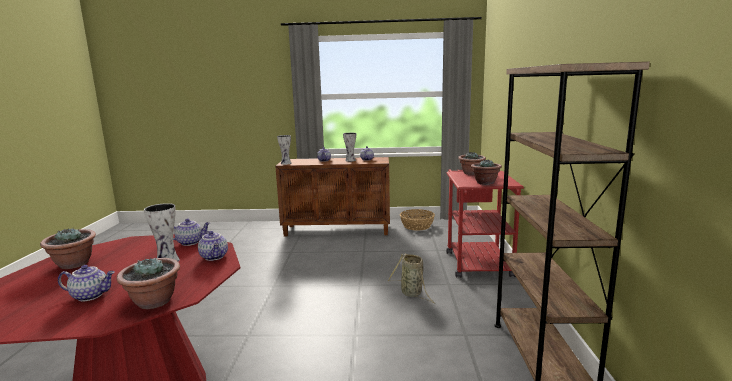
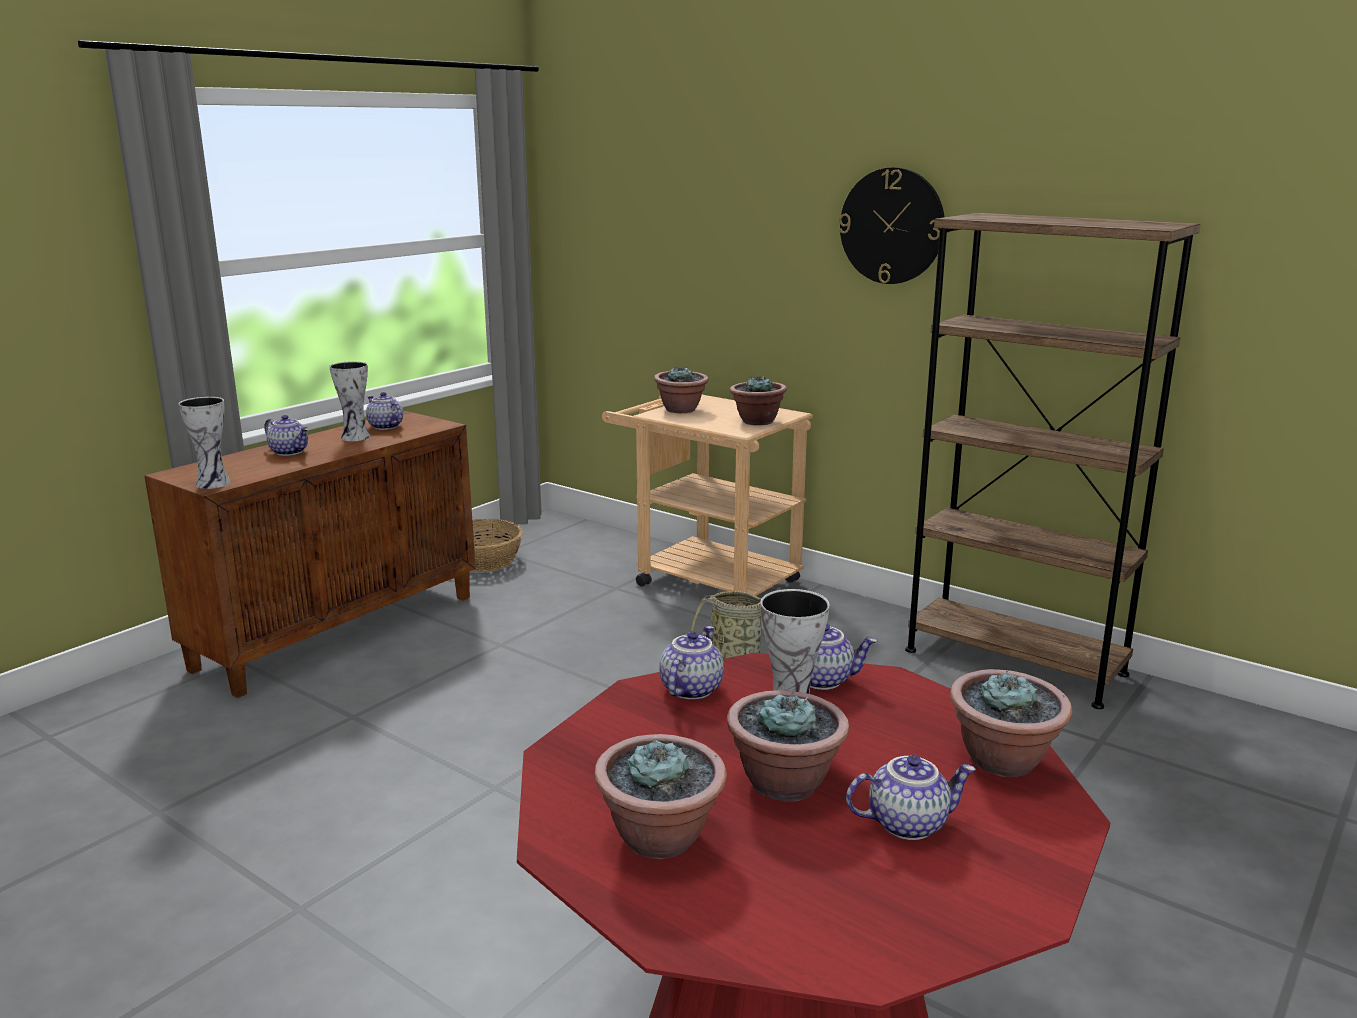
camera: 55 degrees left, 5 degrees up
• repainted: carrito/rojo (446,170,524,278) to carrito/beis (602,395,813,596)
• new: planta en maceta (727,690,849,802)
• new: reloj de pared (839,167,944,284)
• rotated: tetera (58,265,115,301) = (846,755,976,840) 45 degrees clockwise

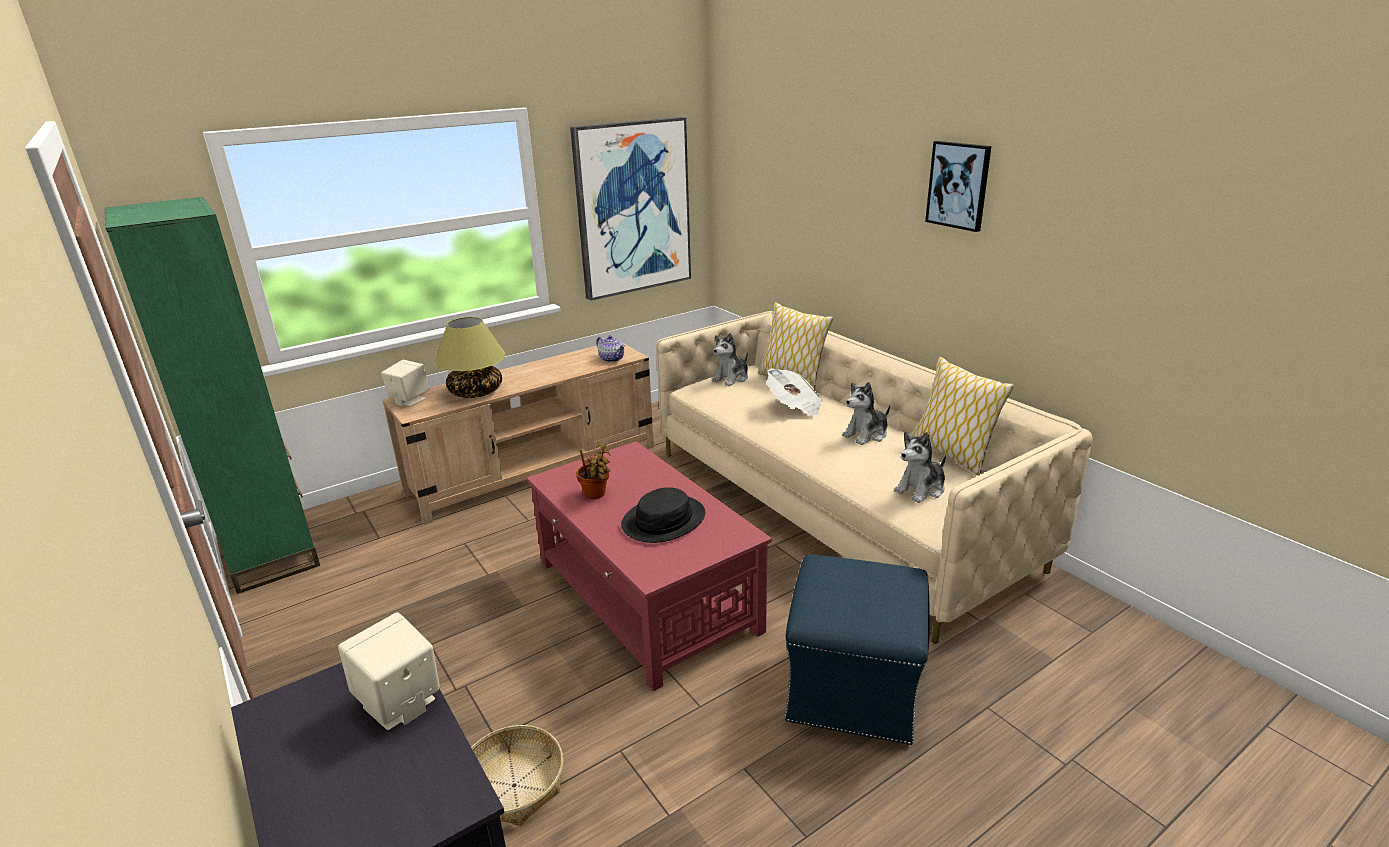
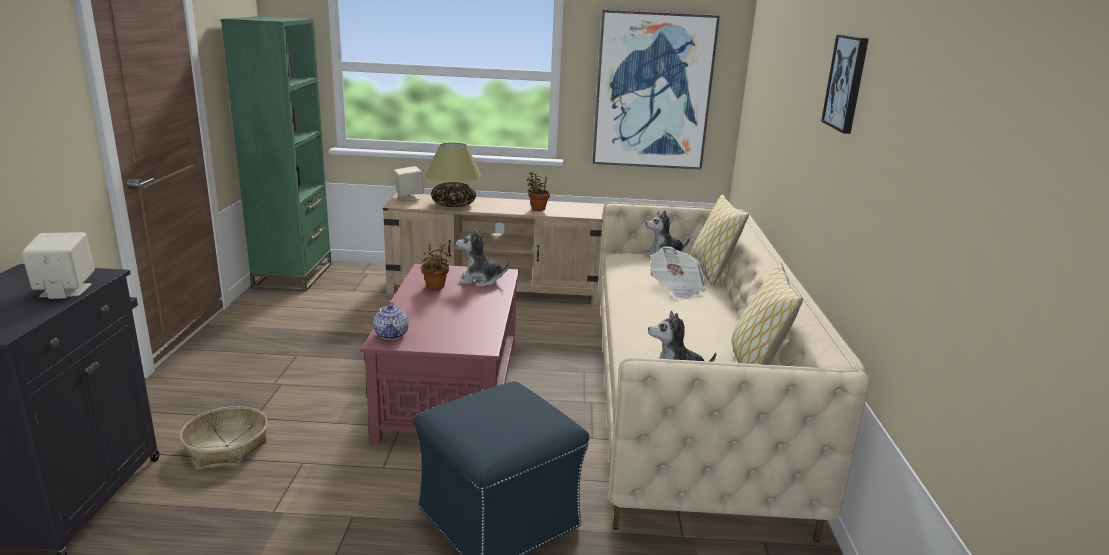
camera: 35 degrees right, 5 degrees down
• shifted: tetera (596,335,625,362) to (373,302,409,340)
• shifted: peluche (842,382,890,445) to (457,229,510,287)
• new: planta en maceta (527,171,550,211)
• gone: sombrero/negro (621,487,705,543)

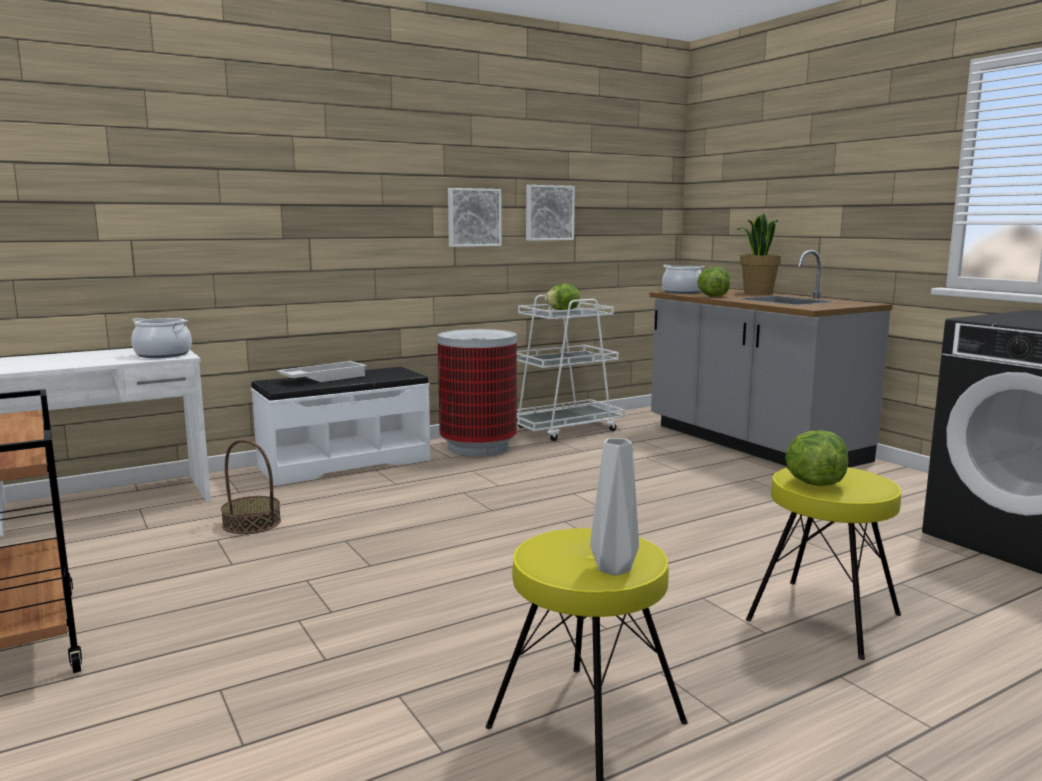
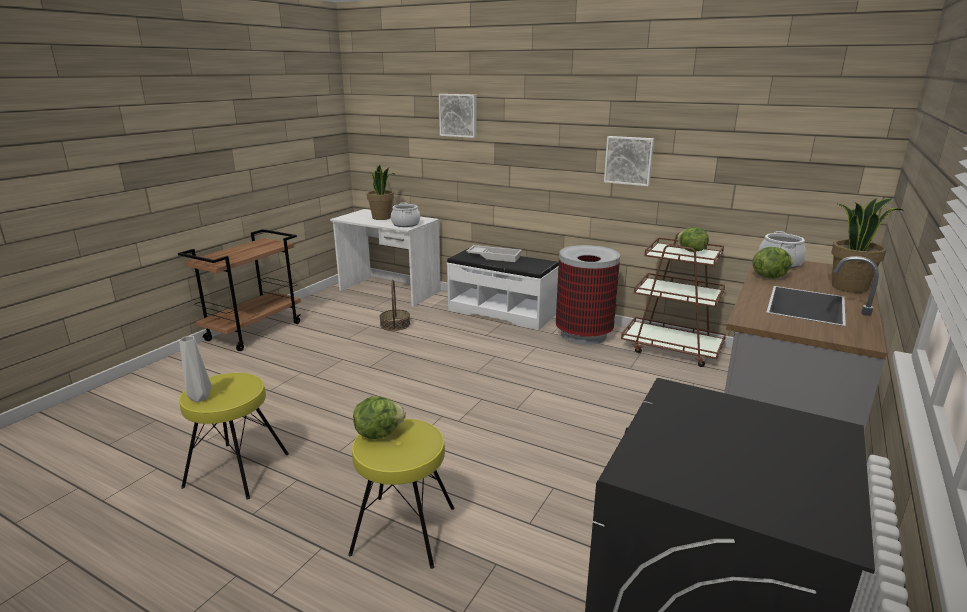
camera: 60 degrees right, 10 degrees up
• new: planta en maceta (367,165,396,220)
• shifted: cuadro (526,185,575,241) to (439,94,477,138)
• repainted: carrito/blanco (517,295,625,441) to carrito/marrón (621,232,726,367)

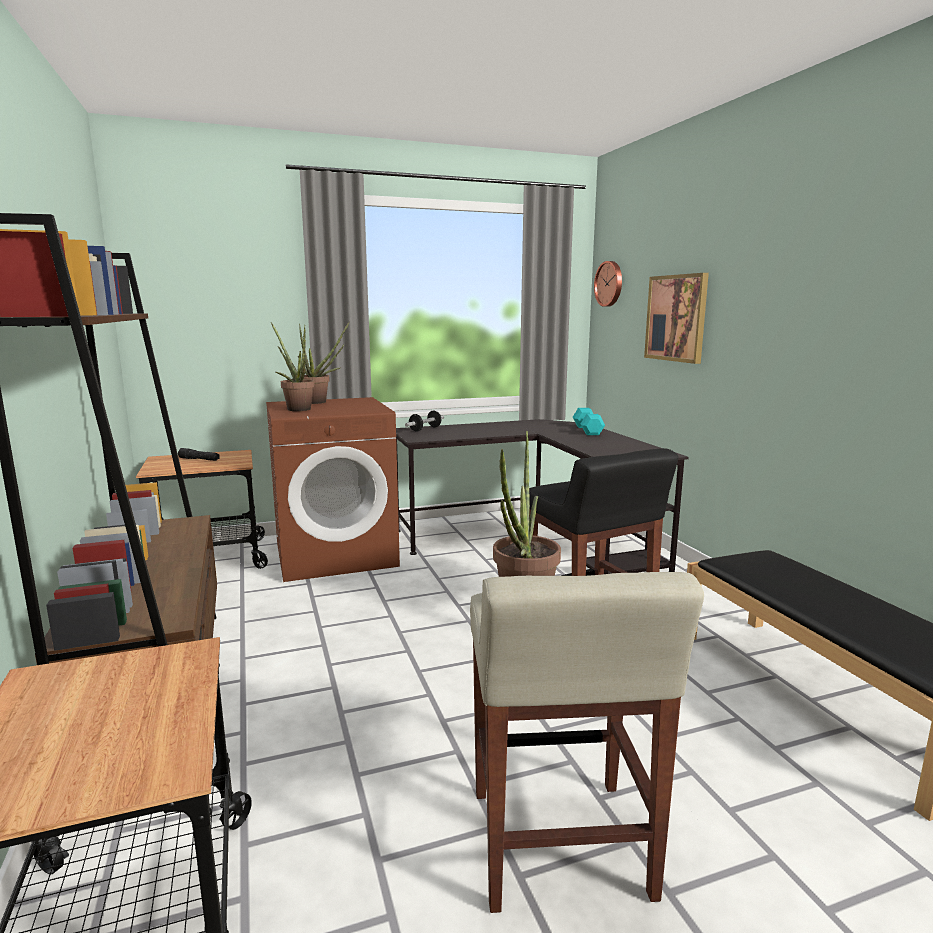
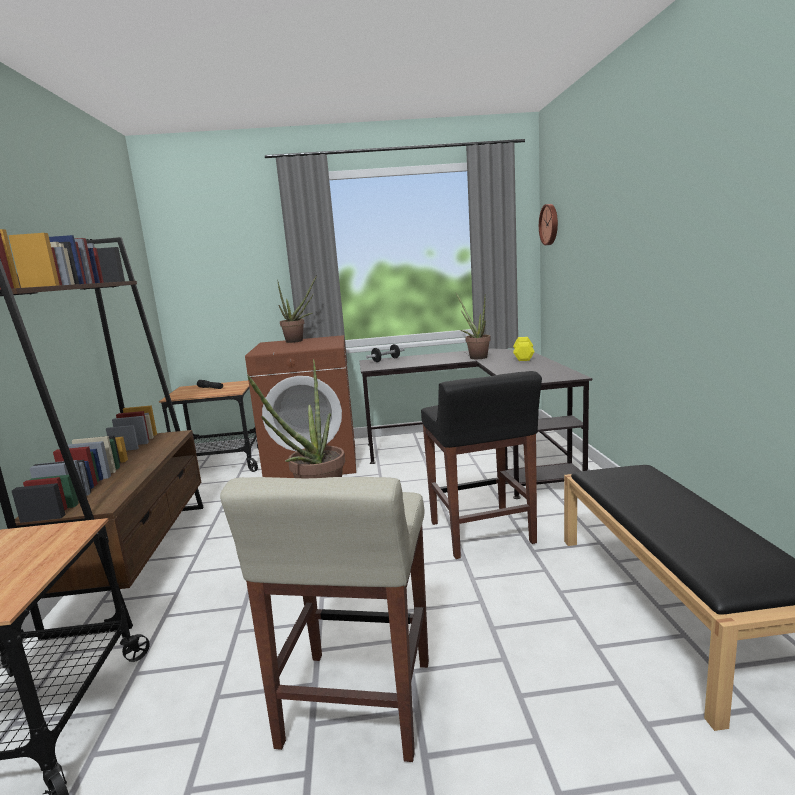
camera: 15 degrees right, 0 degrees up
• shifted: planta en maceta (271,323,315,411) to (456,293,491,359)
• repainted: mancuerna/turquesa (573,408,605,435) to mancuerna/amarillo (513,337,535,361)
• gone: cuadro (644,273,709,364)

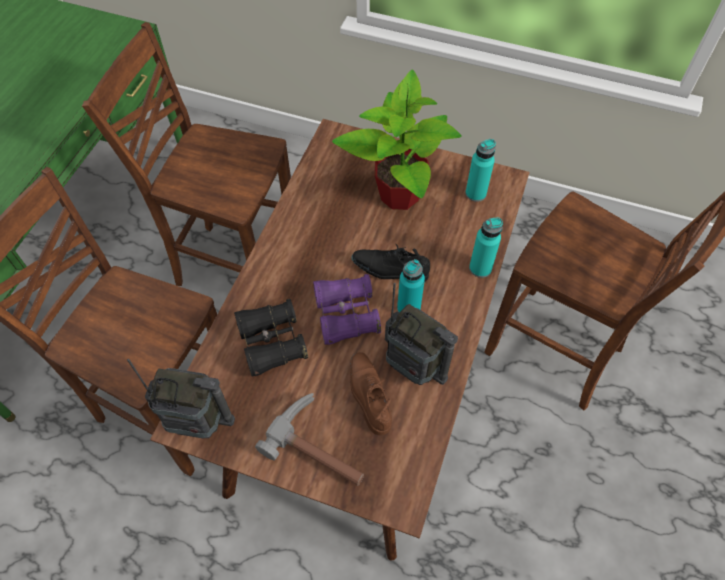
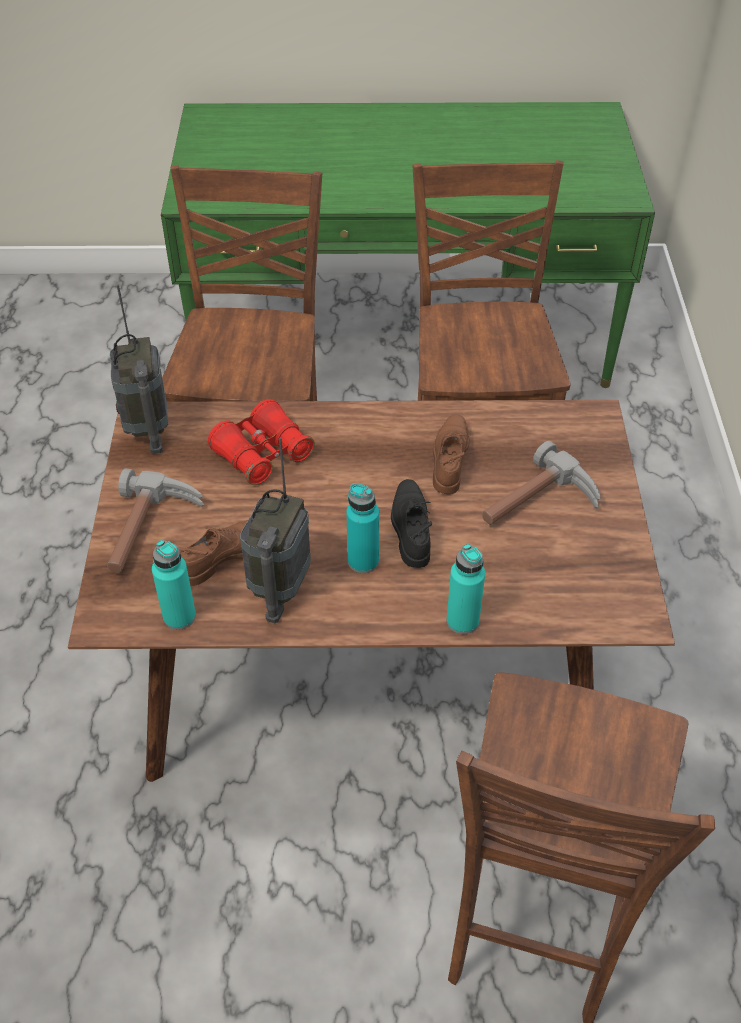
camera: 70 degrees right, 10 degrees down
• shifted: botella/turquesa (465,139,496,202) to (152,540,196,630)
• repainted: prismáticos/negro (234,299,308,376) to prismáticos/rojo (208,399,315,485)
• new: zapato/marrón (433,414,470,494)
• swapped: planta en maceta (332,69,462,210) to martillo (482,441,600,525)
• gone: prismáticos/morado (313,274,381,345)

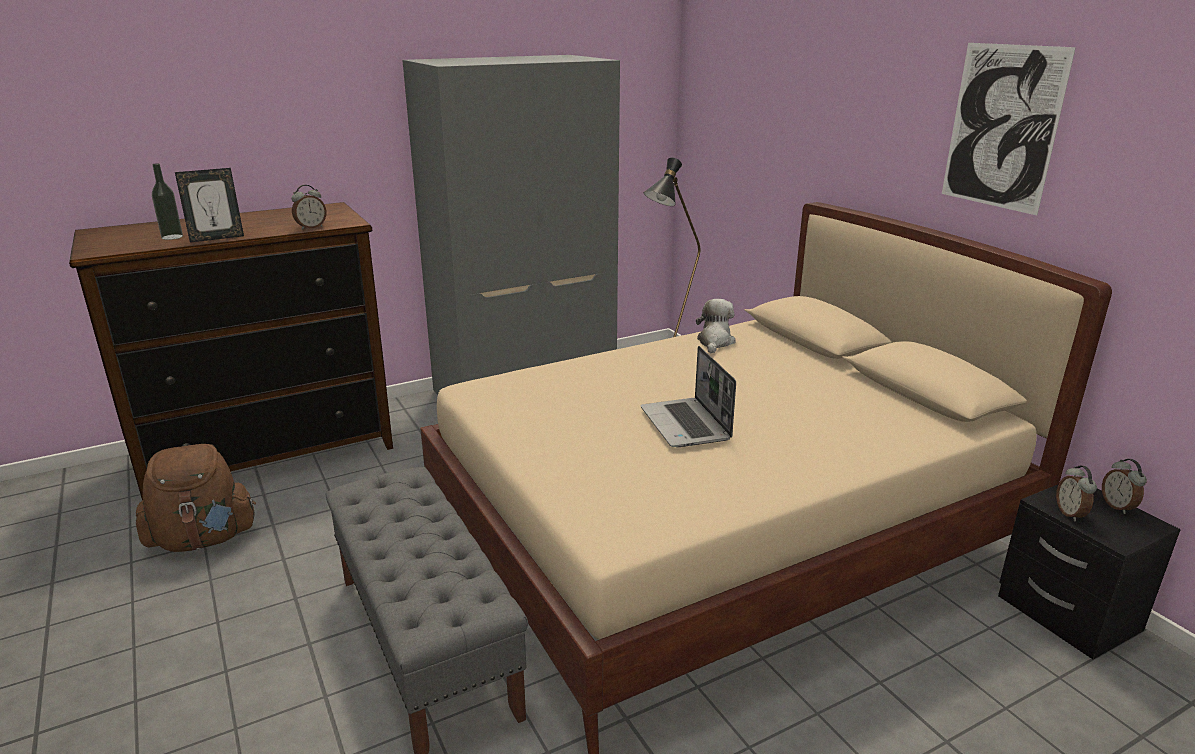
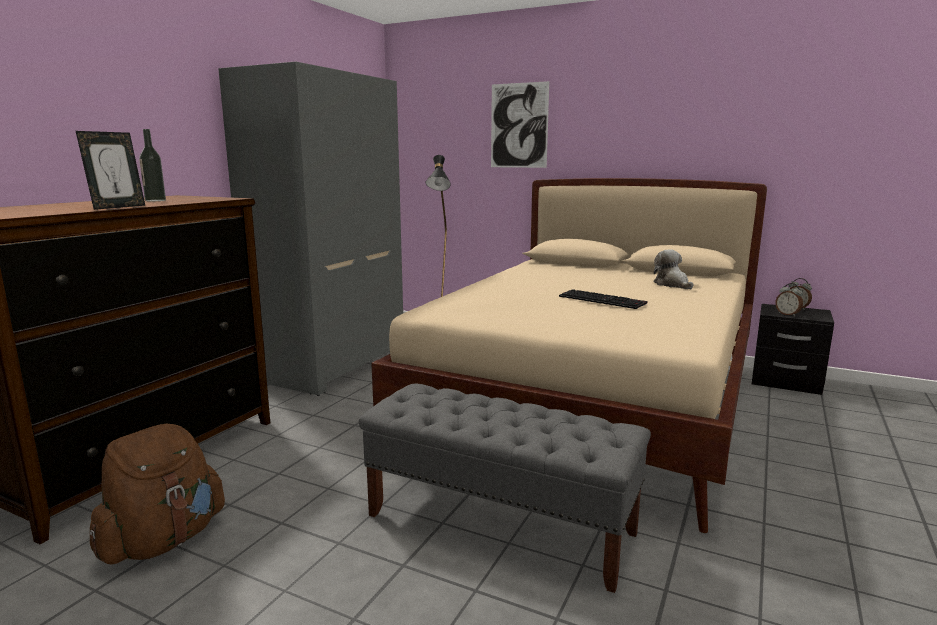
camera: 35 degrees left, 10 degrees down
• shifted: botella (152,163,183,240) to (139,129,166,201)
• shifted: cuadro (942,43,1076,215) to (491,81,549,168)
• swapped: portátil (640,346,736,447) to teclado (559,289,648,309)
• shifted: peluche (696,299,736,353) to (654,249,693,289)
• gone: despertador (292,185,327,230)

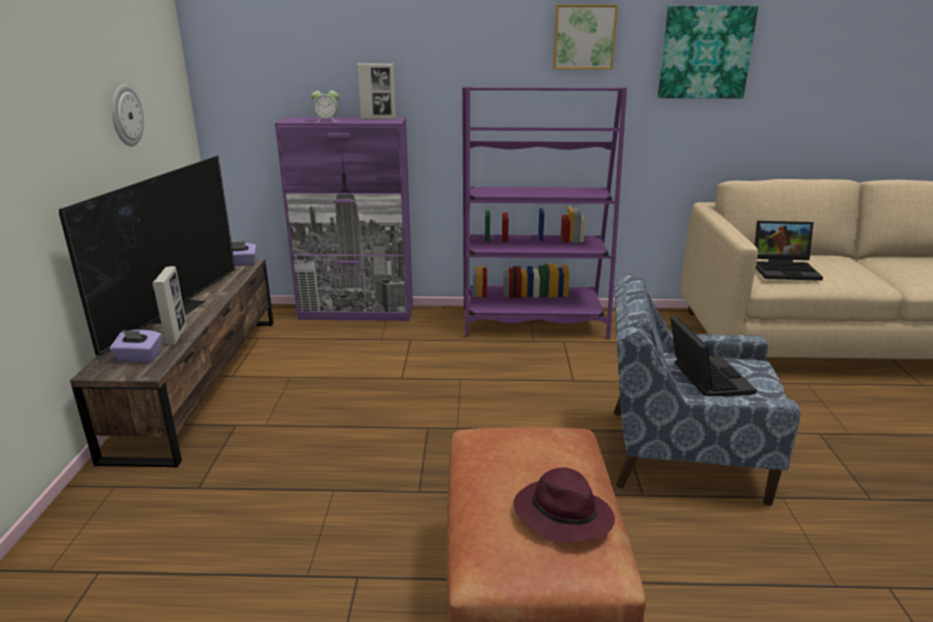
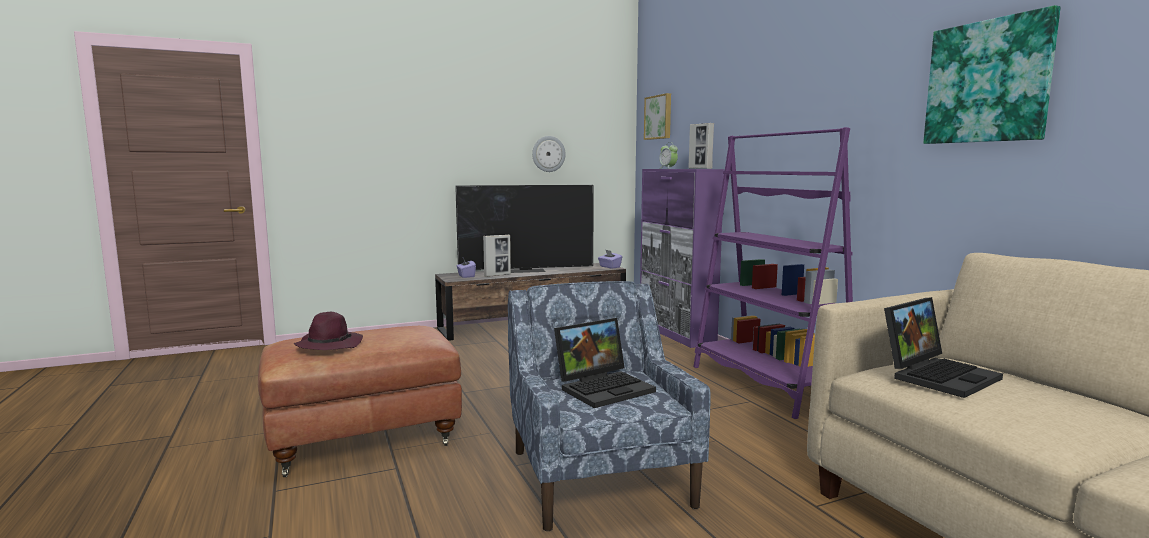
camera: 65 degrees right, 15 degrees down
• shifted: cuadro (553,5,618,70) to (644,93,671,140)
• rotated: portátil (755,221,823,281) = (884,297,1003,398) 105 degrees counterclockwise

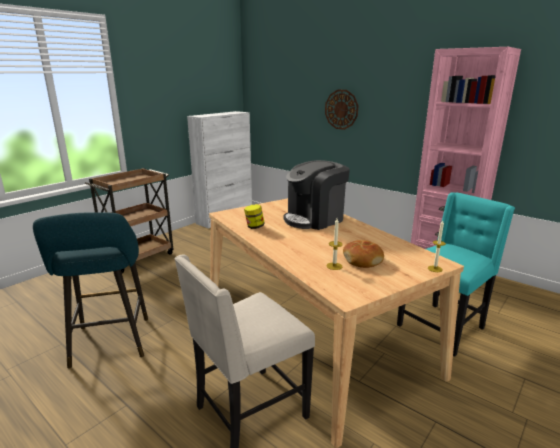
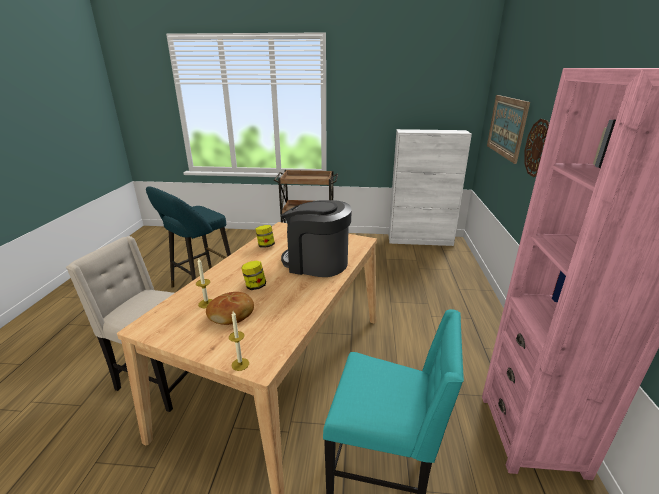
camera: 55 degrees right, 5 degrees up
• new: tarro (241,261,266,290)
• new: cuadro (487,95,530,164)

